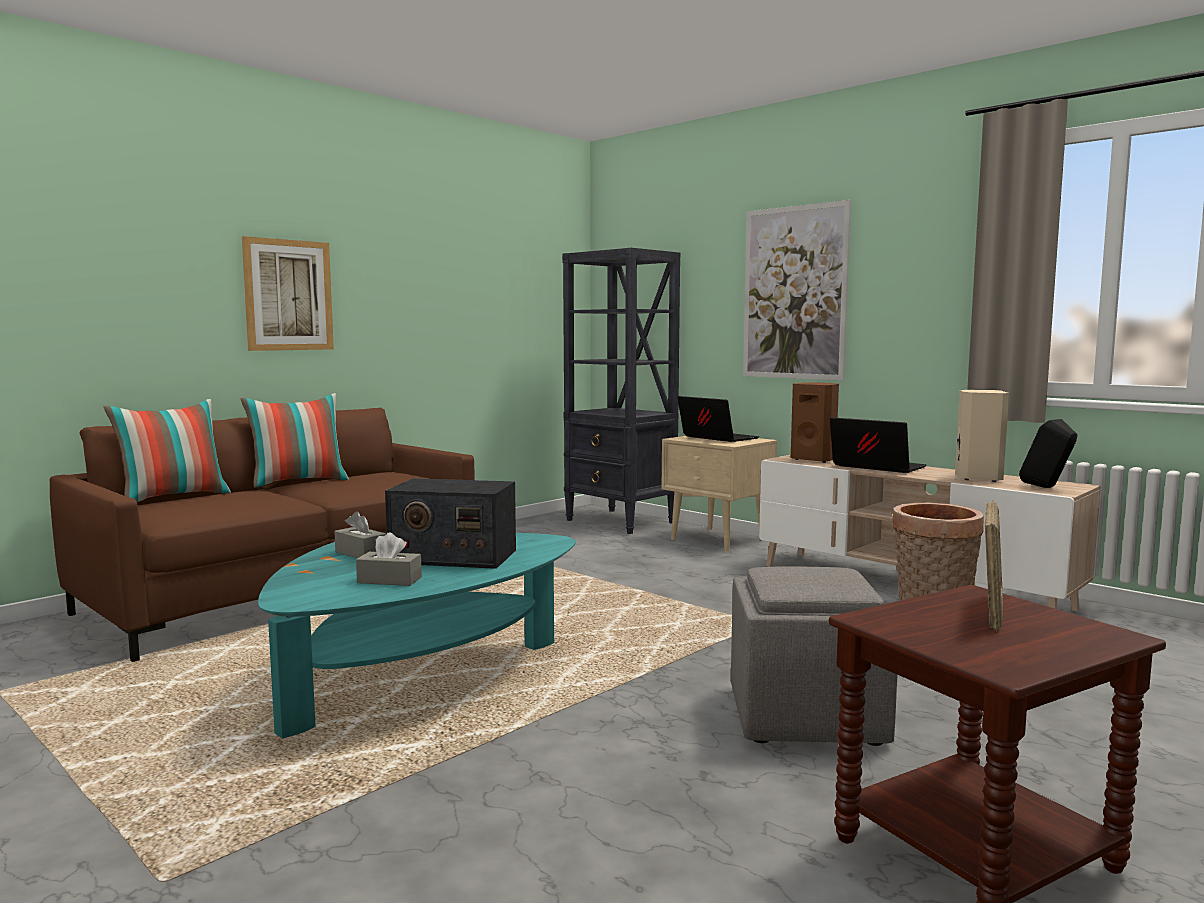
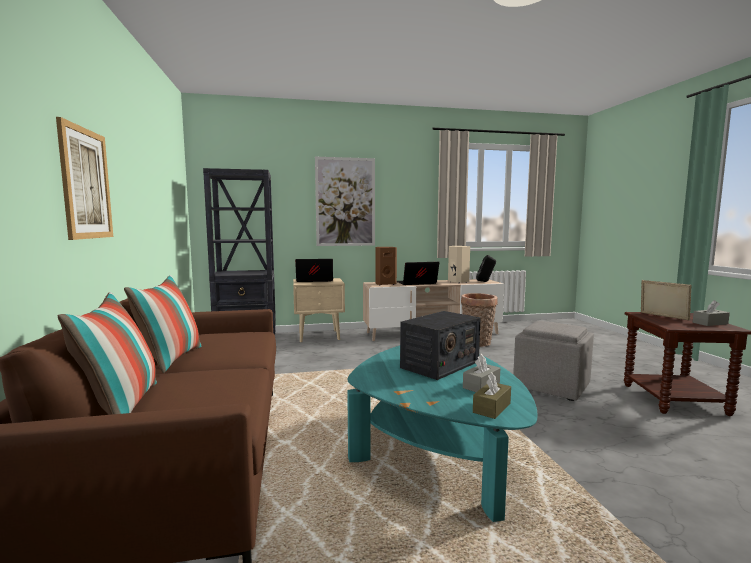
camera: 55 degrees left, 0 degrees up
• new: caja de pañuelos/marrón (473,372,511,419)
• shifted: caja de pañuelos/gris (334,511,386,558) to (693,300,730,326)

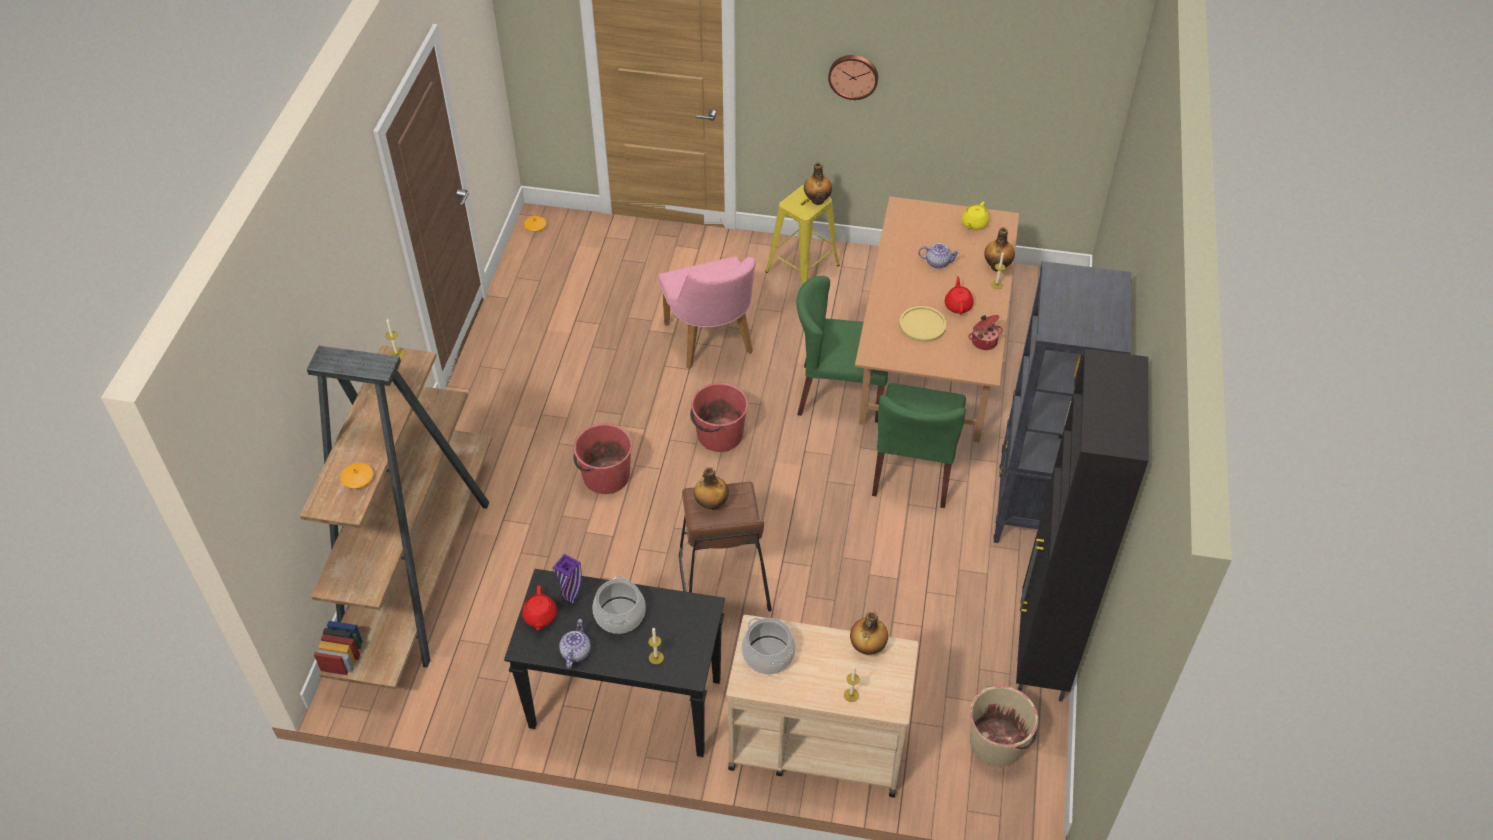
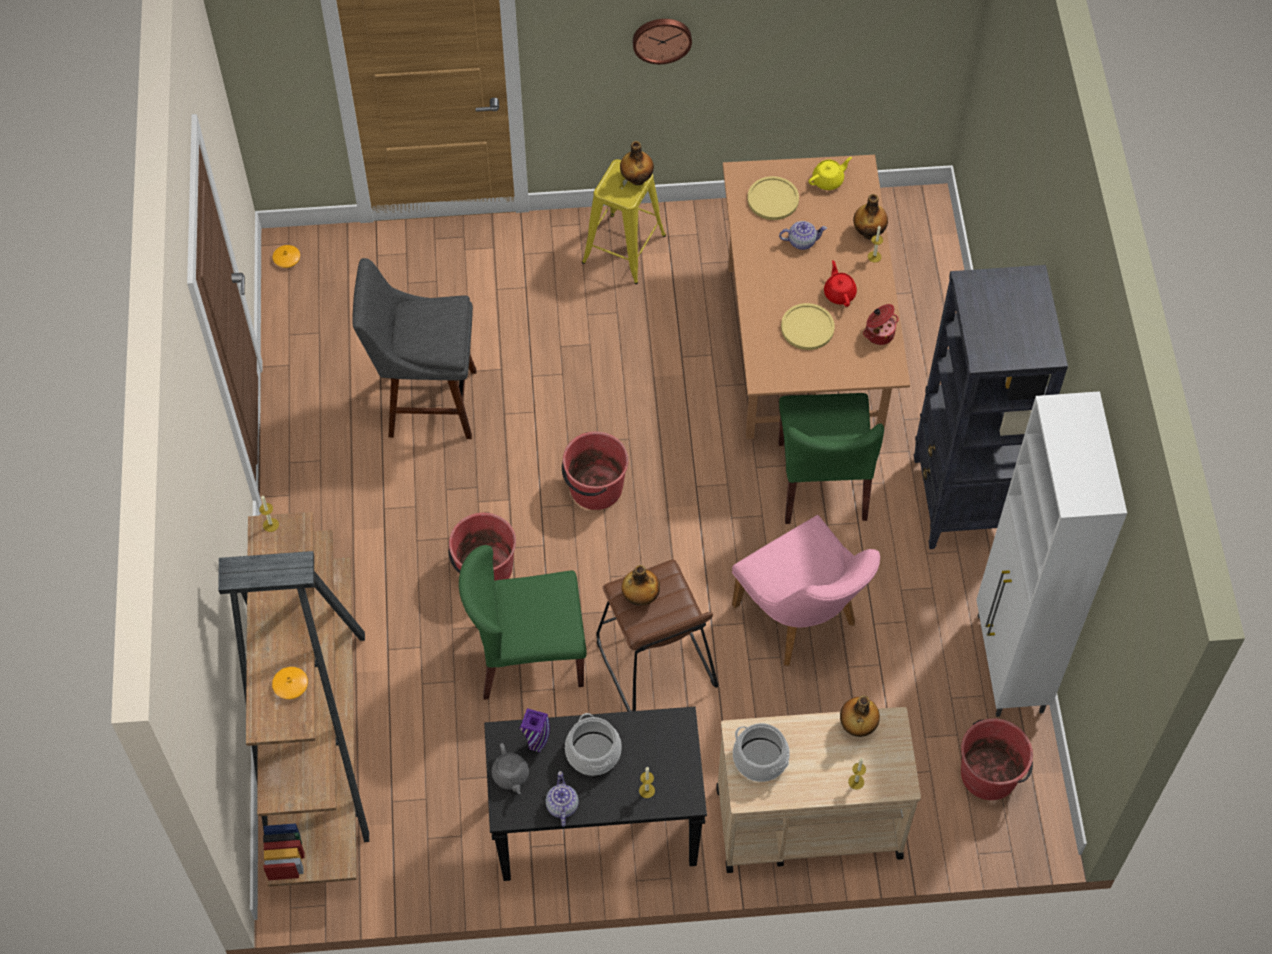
camera: 15 degrees left, 10 degrees up
• new: taburete/gris (352,258,476,439)
• shifted: silla/verde (796,276,888,423) to (459,545,587,700)
• repainted: tetera/rojo (522,585,557,630) to tetera/gris (491,743,529,794)
• shifted: silla/rosa (658,256,756,369) to (732,515,880,666)
• new: plato/amarillo (748,176,799,220)
• rotated: tetera/amarillo (962,202,989,230) = (808,157,852,190) 135 degrees counterclockwise
• repainted: cubo/beis (970,685,1038,767) to cubo/rojo (961,718,1033,800)
• repainted: armario/negro (1016,349,1149,702) to armario/blanco (976,391,1127,717)

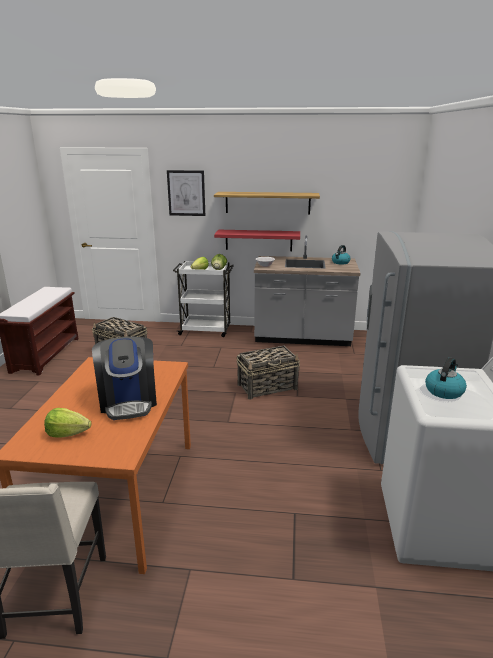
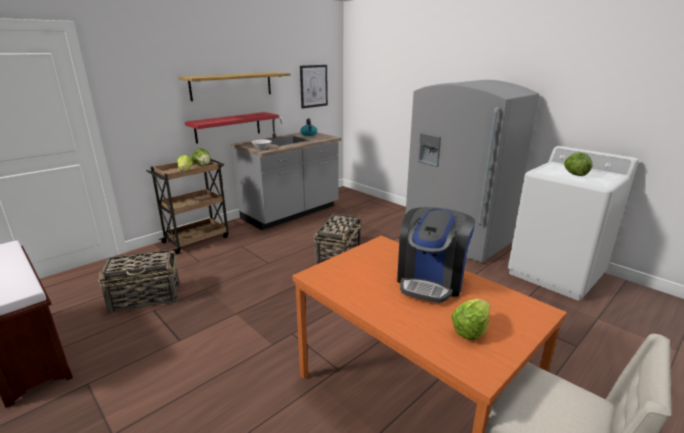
camera: 50 degrees left, 0 degrees up
• repainted: carrito/blanco (173,261,234,337) to carrito/marrón (146,159,229,254)
• shifted: cuadro (167,170,205,216) to (300,65,328,109)
• rotated: cafetera (92,336,157,420) = (397,207,475,303) 90 degrees clockwise
• swapped: hervidor (425,357,467,399) to lechuga (564,152,593,176)

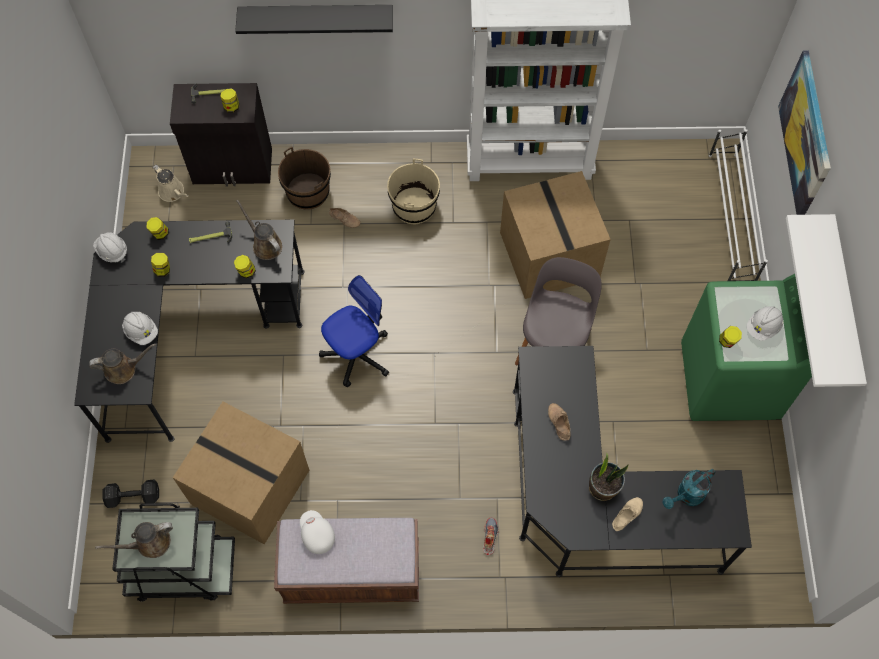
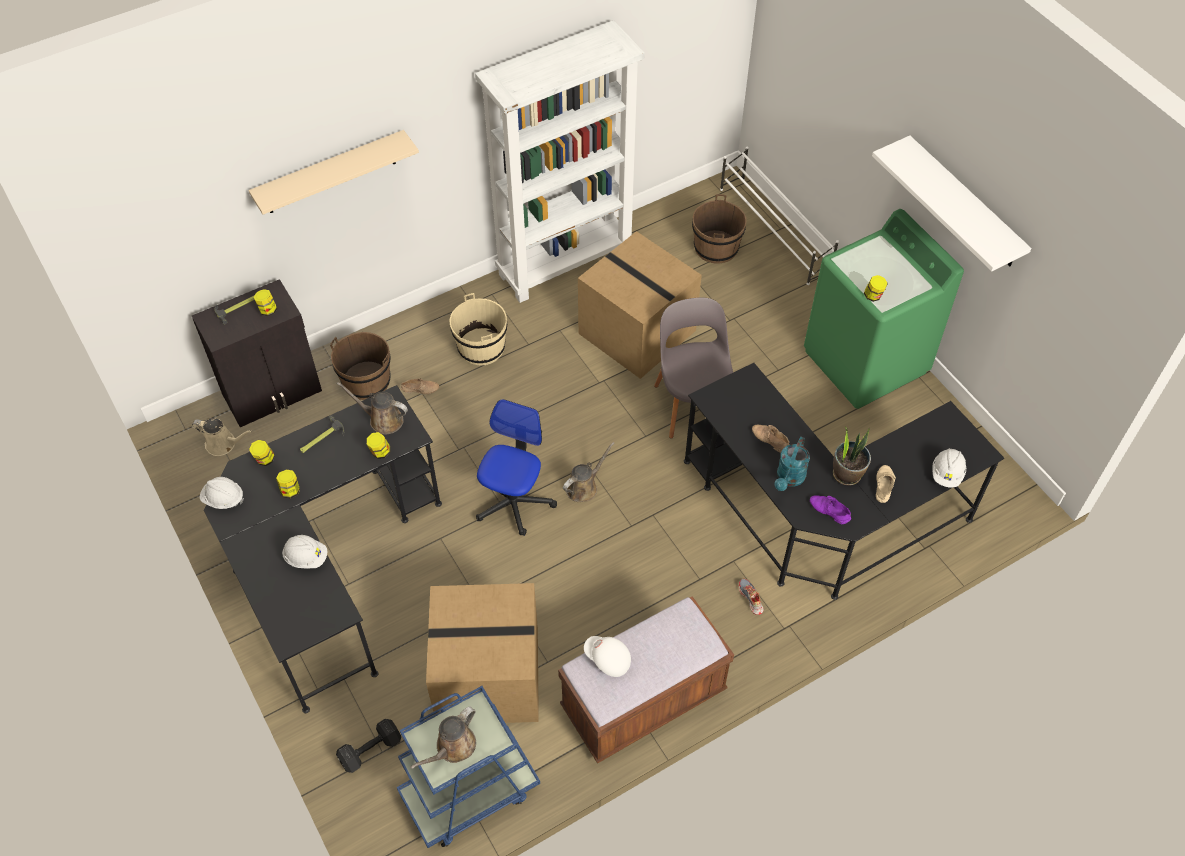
camera: 30 degrees left, 10 degrees down
• repainted: estante/negro (235,5,393,34) to estante/beis (249,130,419,214)
• repainted: carrito/negro (112,503,235,602) to carrito/azul (397,686,540,848)
• shifted: regadera/marrón (89,344,156,384) to (563,442,614,502)
• new: cubo/marrón (692,194,747,264)
• shifted: regadera/turquesa (662,469,716,509) to (774,437,810,491)
• new: zapato/morado (810,496,851,524)
• shifted: casco/blanco (747,306,784,341) to (932,448,966,487)
• gone: cuadro (778,50,831,215)

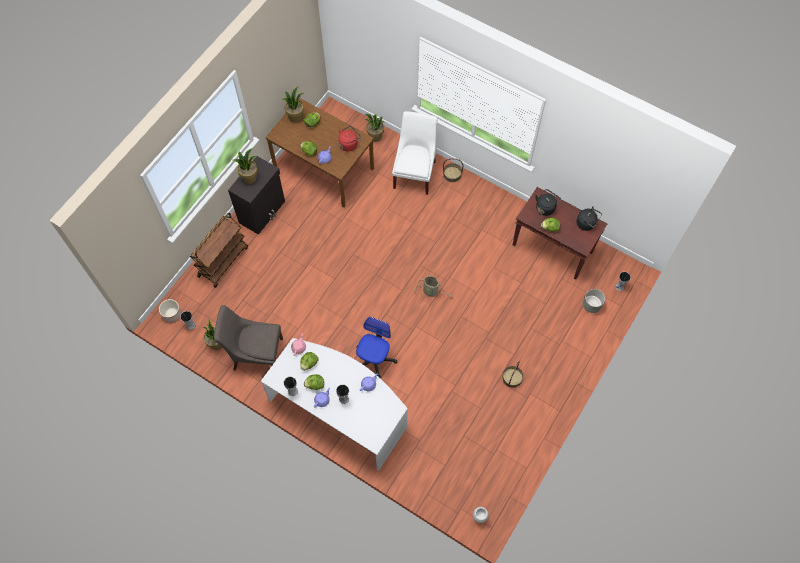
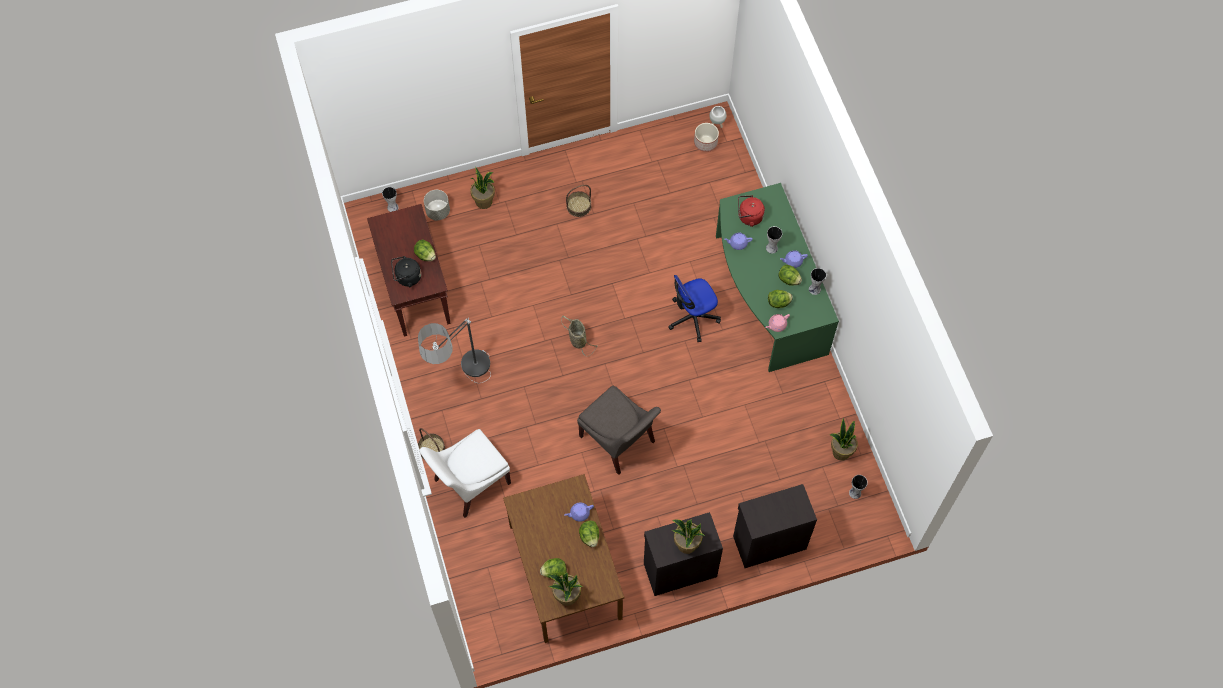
camera: 140 degrees left, 0 degrees up
• new: lámpara de pie (418,318,491,383)
• shifted: planta en maceta (364,114,384,142) to (470,167,495,209)
• shifted: silla/gris (214,305,283,371) to (577,386,661,475)
• shifted: maceta (159,299,182,323) to (694,123,719,152)
• repainted: escritorio/blanco (261,338,408,471) to escritorio/verde (716,183,839,372)
• swapped: carrito/marrón (190,213,248,288) to armario/negro (733,484,817,568)
• shifted: hervidor/rojo (338,126,361,152) to (738,195,765,227)
• gone: hervidor/negro (576,207,602,231)

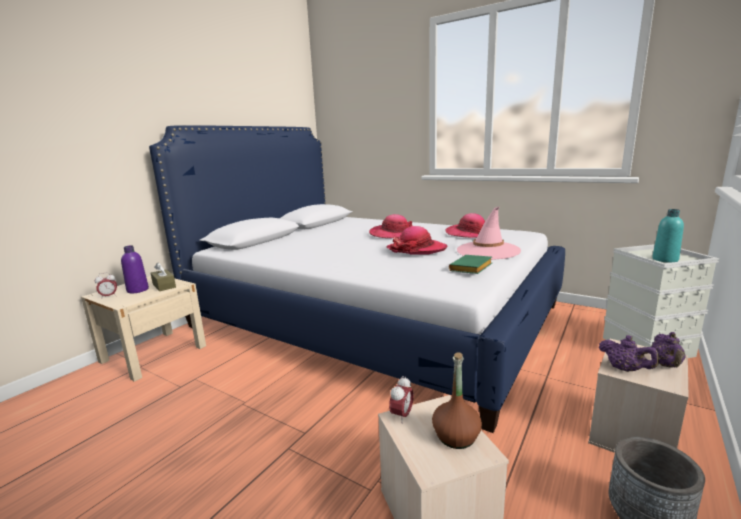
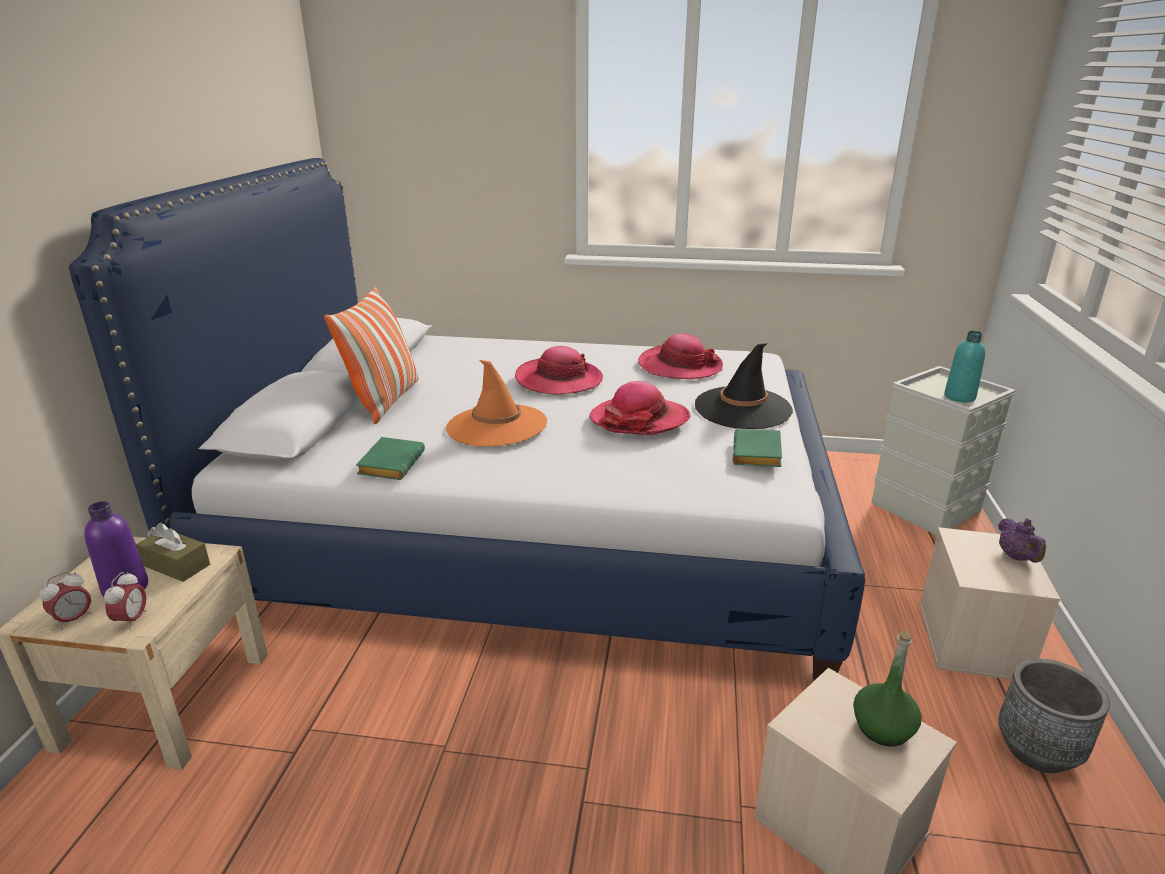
camera: 25 degrees left, 10 degrees up
• shifted: despertador (389,376,414,424) to (104,571,147,630)
• new: cojín (324,286,418,424)
• new: libro/verde (356,437,425,480)
• new: sombrero/naranja (446,360,547,447)
• repainted: sombrero/rosa (457,206,521,260) to sombrero/negro (695,343,793,429)
• repainted: botella/marrón (432,353,482,449) to botella/verde (853,631,922,747)
• gone: tetera/morado (599,335,659,372)

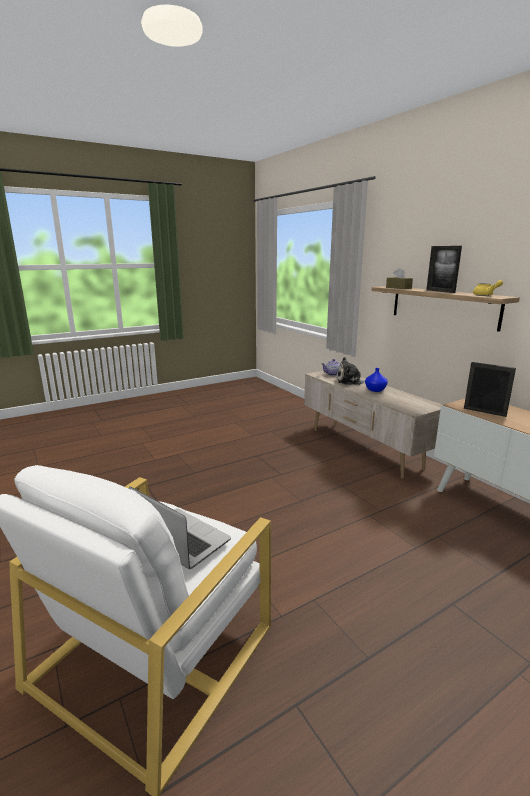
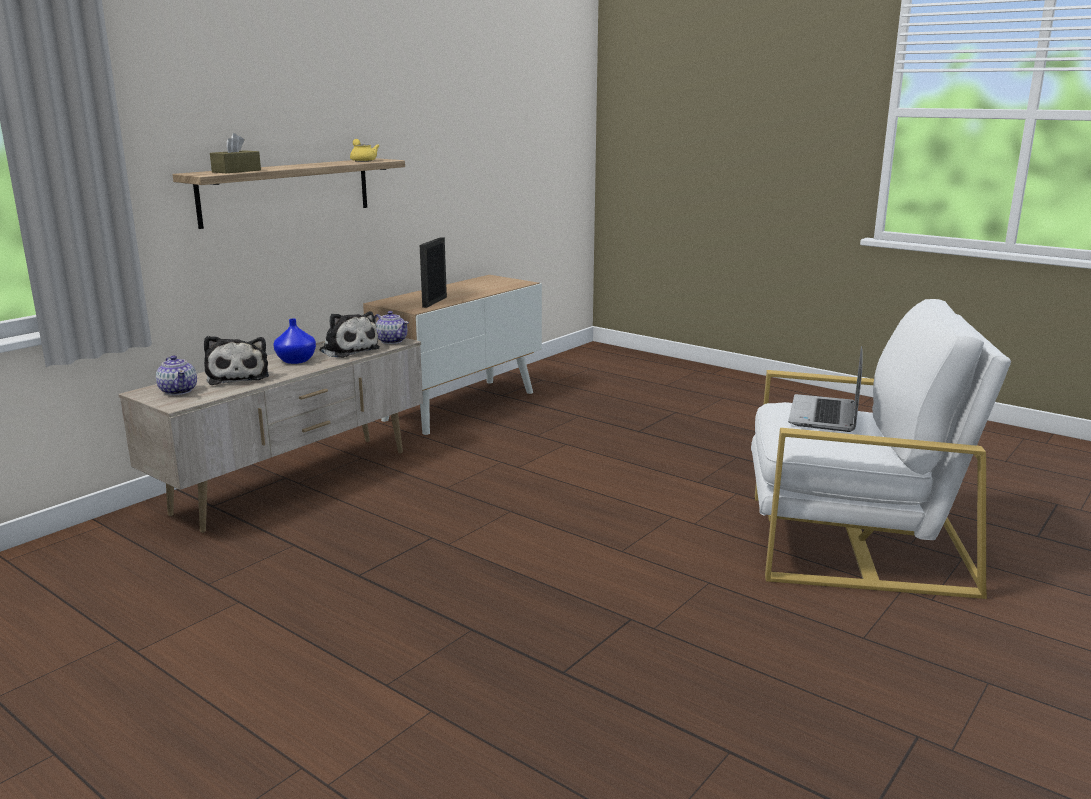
camera: 110 degrees left, 0 degrees up
• new: peluche (320,311,380,358)
• new: tetera (374,311,409,344)
• gone: portarretratos (426,246,462,293)

